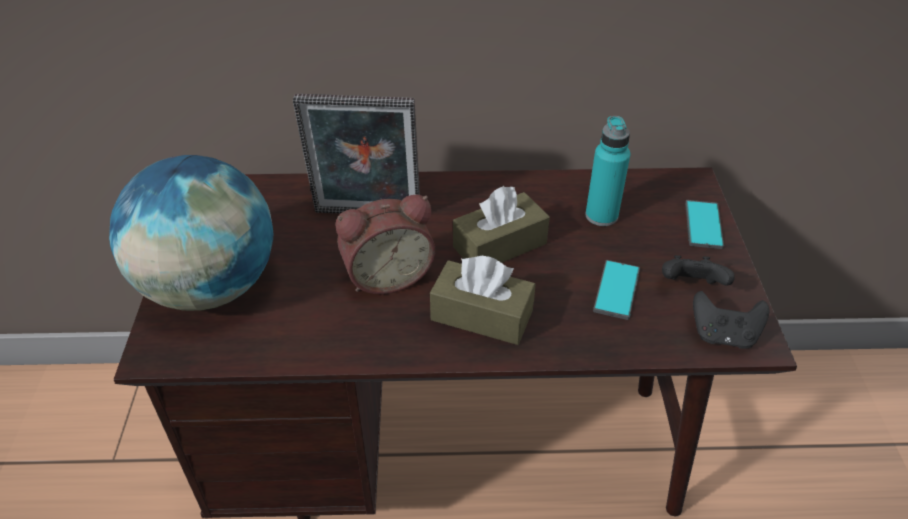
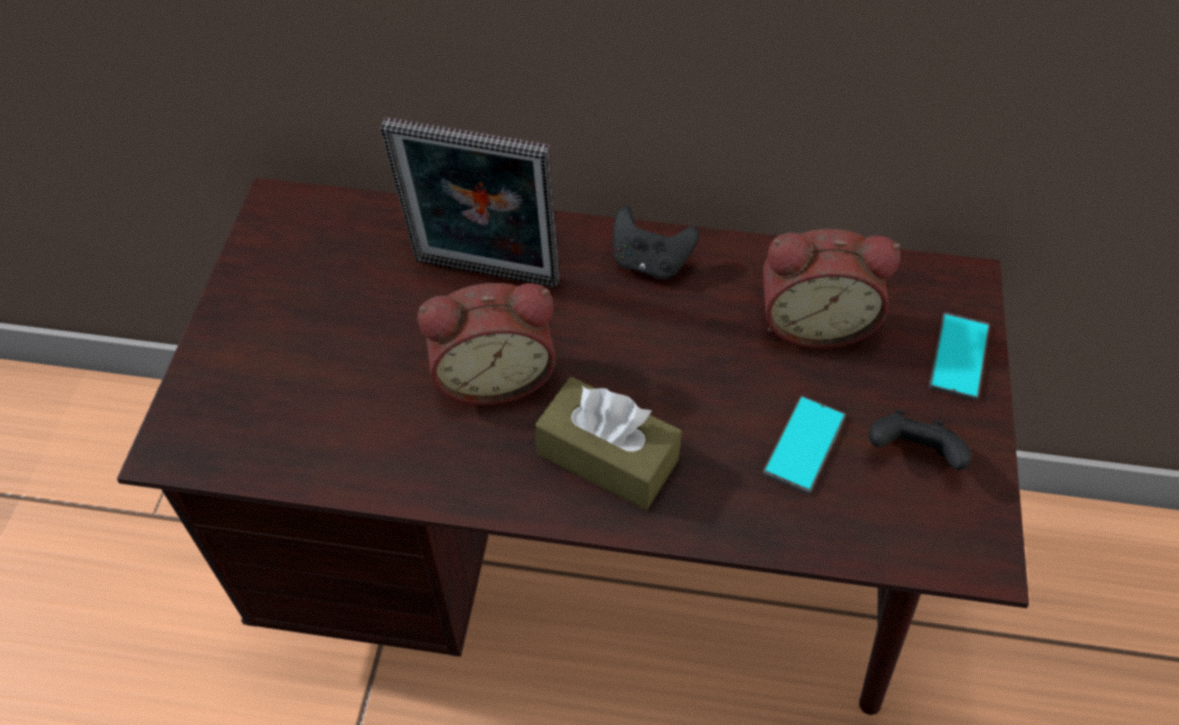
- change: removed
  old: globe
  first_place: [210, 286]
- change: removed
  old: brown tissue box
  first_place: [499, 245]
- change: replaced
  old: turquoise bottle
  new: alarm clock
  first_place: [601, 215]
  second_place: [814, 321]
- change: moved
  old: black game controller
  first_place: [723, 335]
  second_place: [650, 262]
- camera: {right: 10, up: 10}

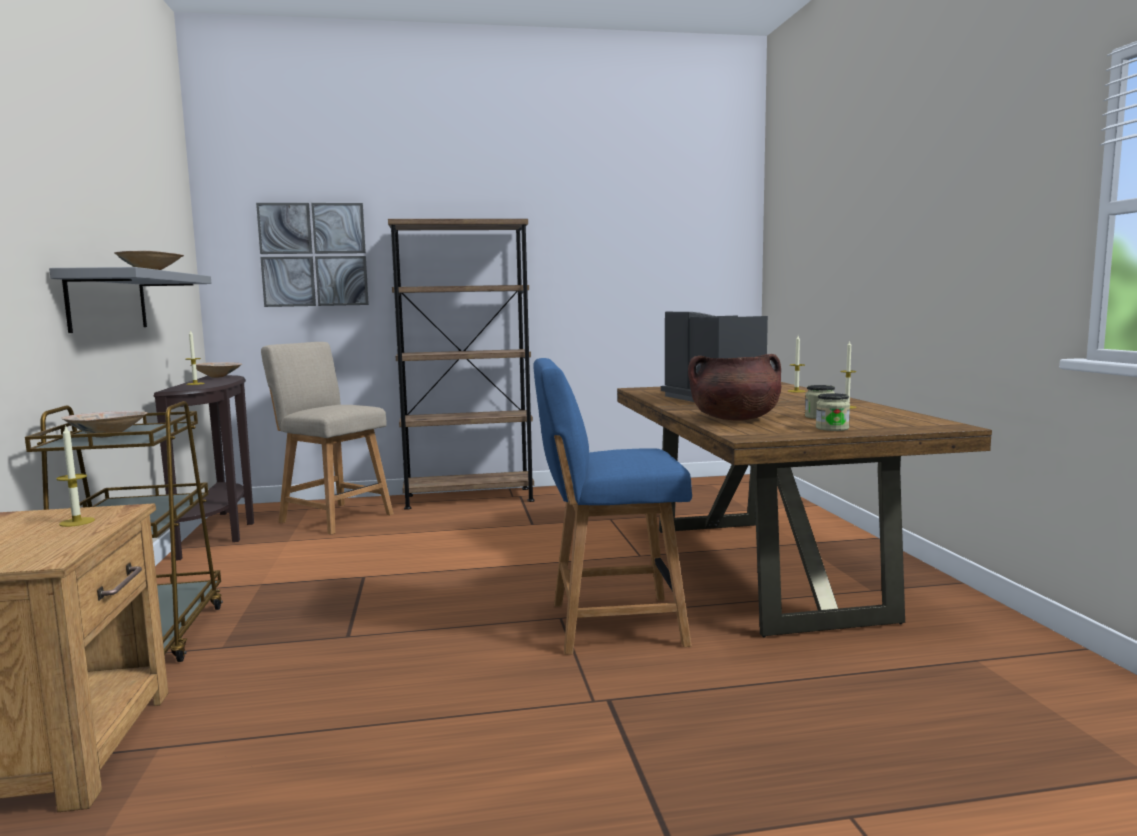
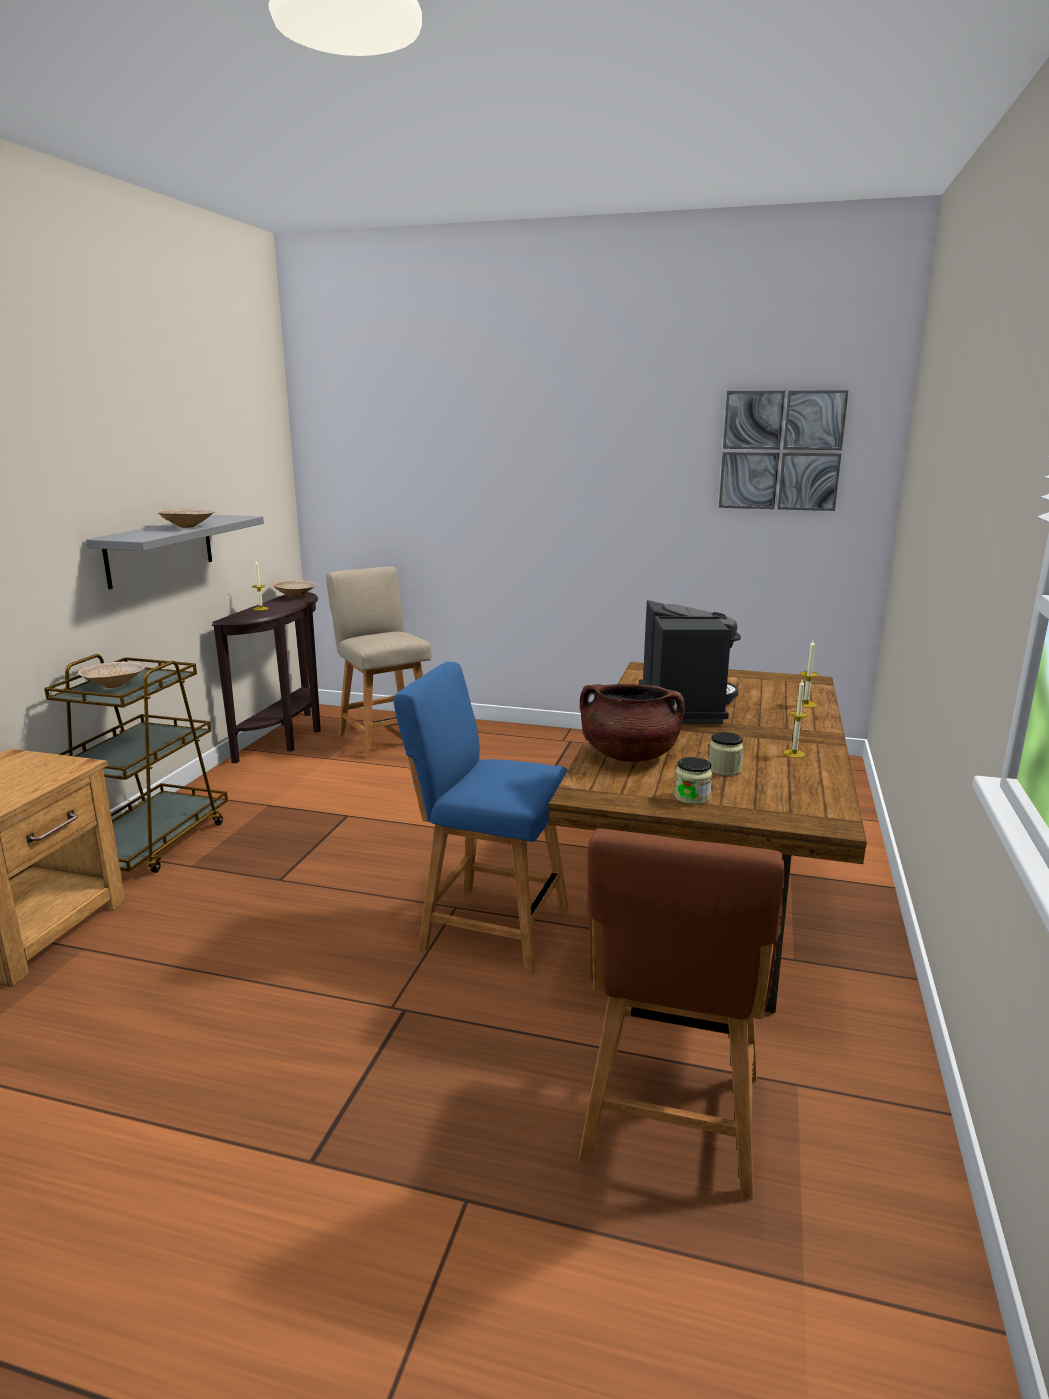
- change: removed
  old: candle
  first_place: [77, 522]
- change: moved
  old: picture
  first_place: [314, 255]
  second_place: [781, 450]
- change: removed
  old: brown bookcase
  first_place: [469, 498]
- change: added
  new: brown chair
  second_place: [671, 1124]
- camera: {right: 25, up: 10}

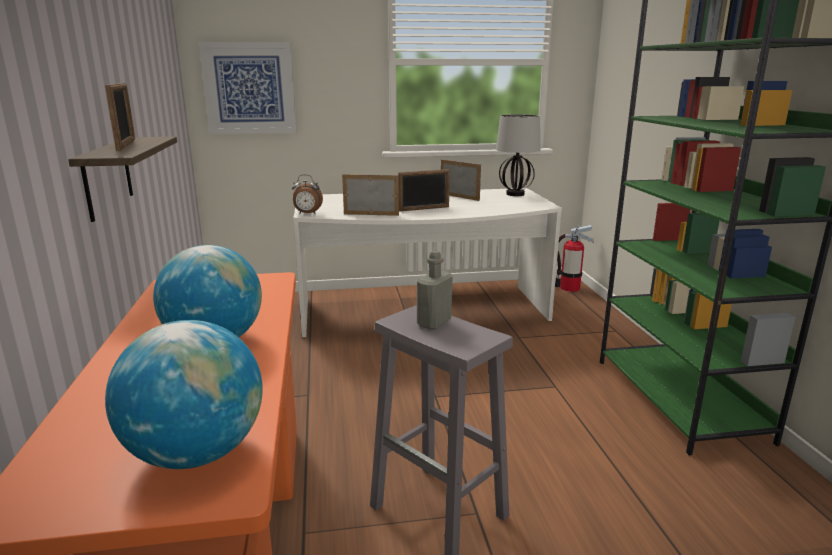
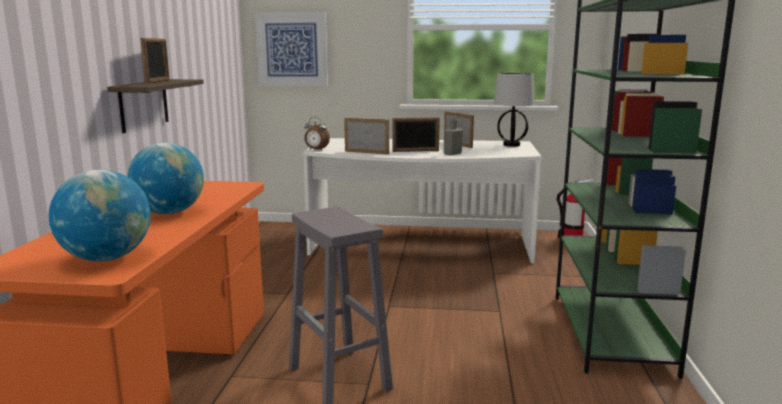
- change: moved
  old: grey bottle
  first_place: [434, 323]
  second_place: [452, 154]
- camera: {right: 15, up: -5}

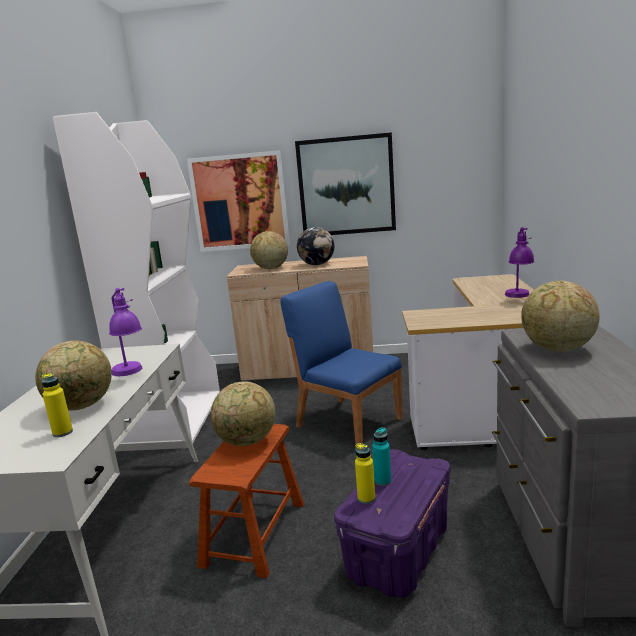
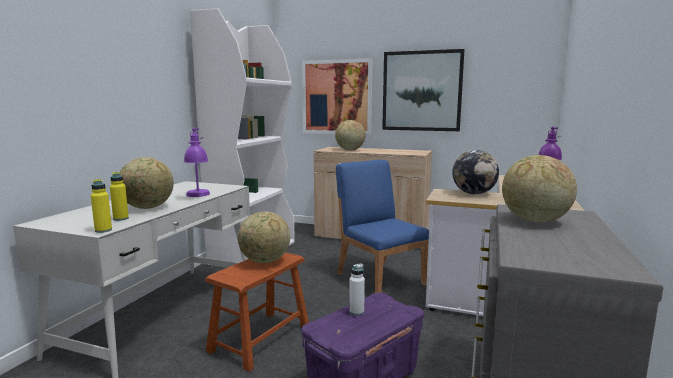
- change: moved
  old: globe
  first_place: [317, 264]
  second_place: [473, 194]
- change: moved
  old: yellow bottle
  first_place: [366, 498]
  second_place: [103, 230]
- change: recoloured
  old: turquoise bottle
  new: white bottle
  first_place: [382, 481]
  second_place: [356, 312]
- camera: {right: 15, up: -5}

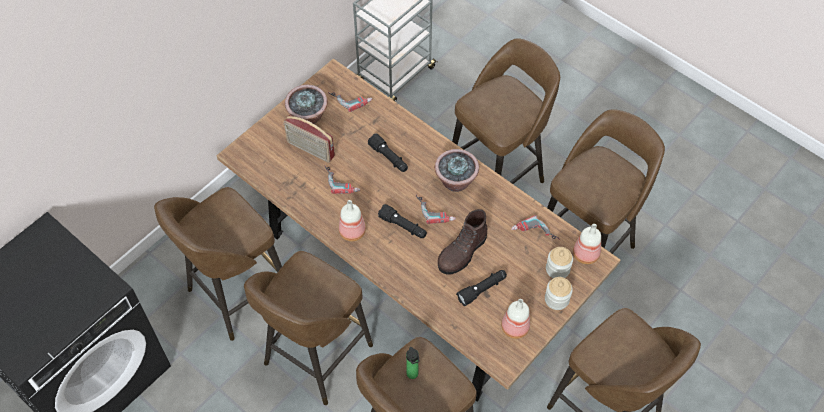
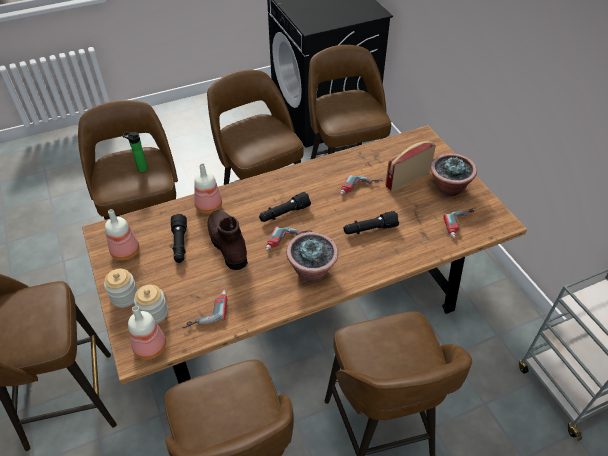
- change: moved
  old: bottle
  first_place: [353, 232]
  second_place: [208, 207]
- camera: {right: 115, up: -10}

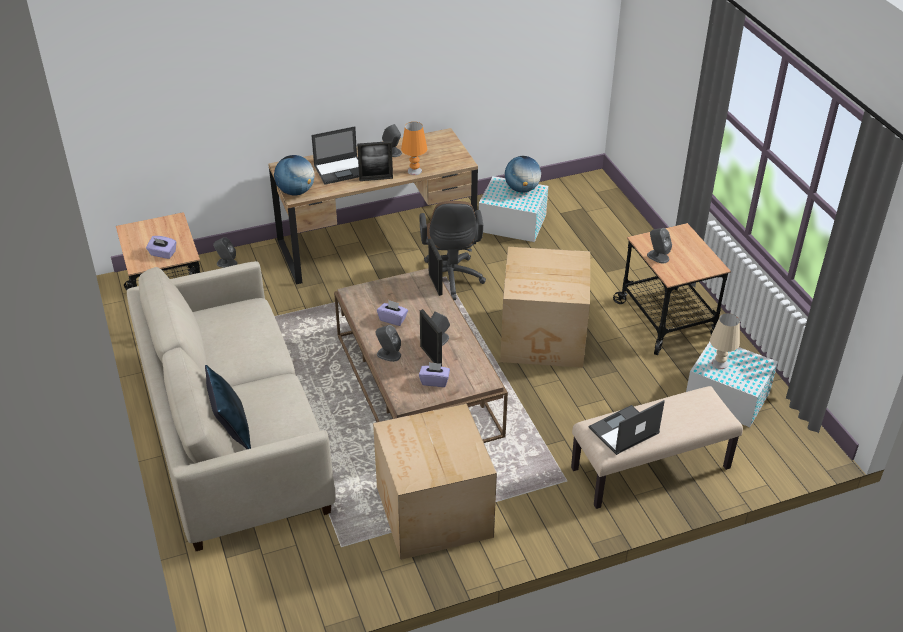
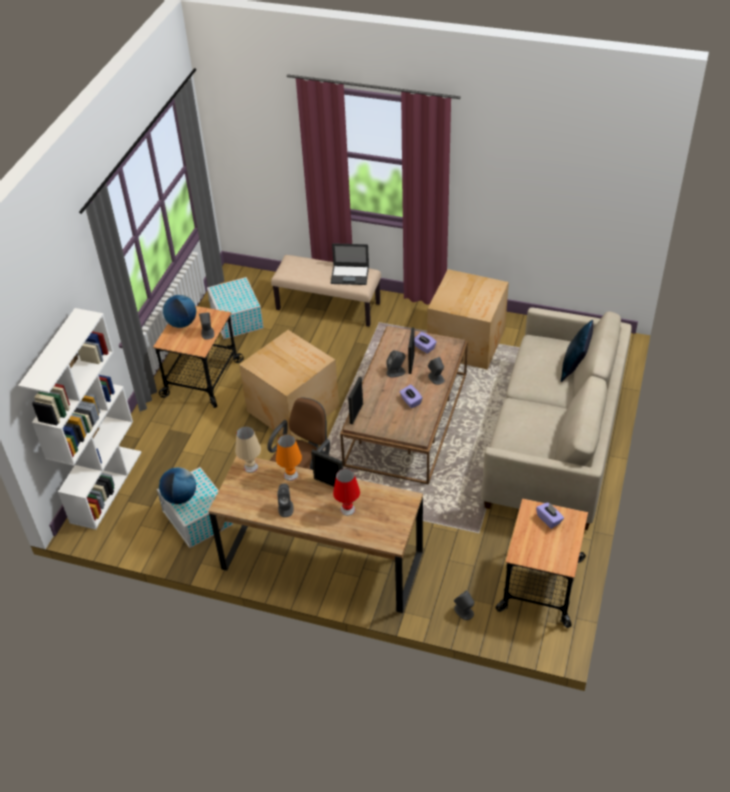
- change: moved
  old: globe
  first_place: [296, 191]
  second_place: [182, 323]
- change: replaced
  old: laptop
  new: red table lamp
  first_place: [341, 170]
  second_place: [347, 509]
- change: moved
  old: beige table lamp
  first_place: [720, 363]
  second_place: [251, 467]
- change: added
  new: white bookcase
  second_place: [106, 486]
- camera: {right: -140, up: 5}

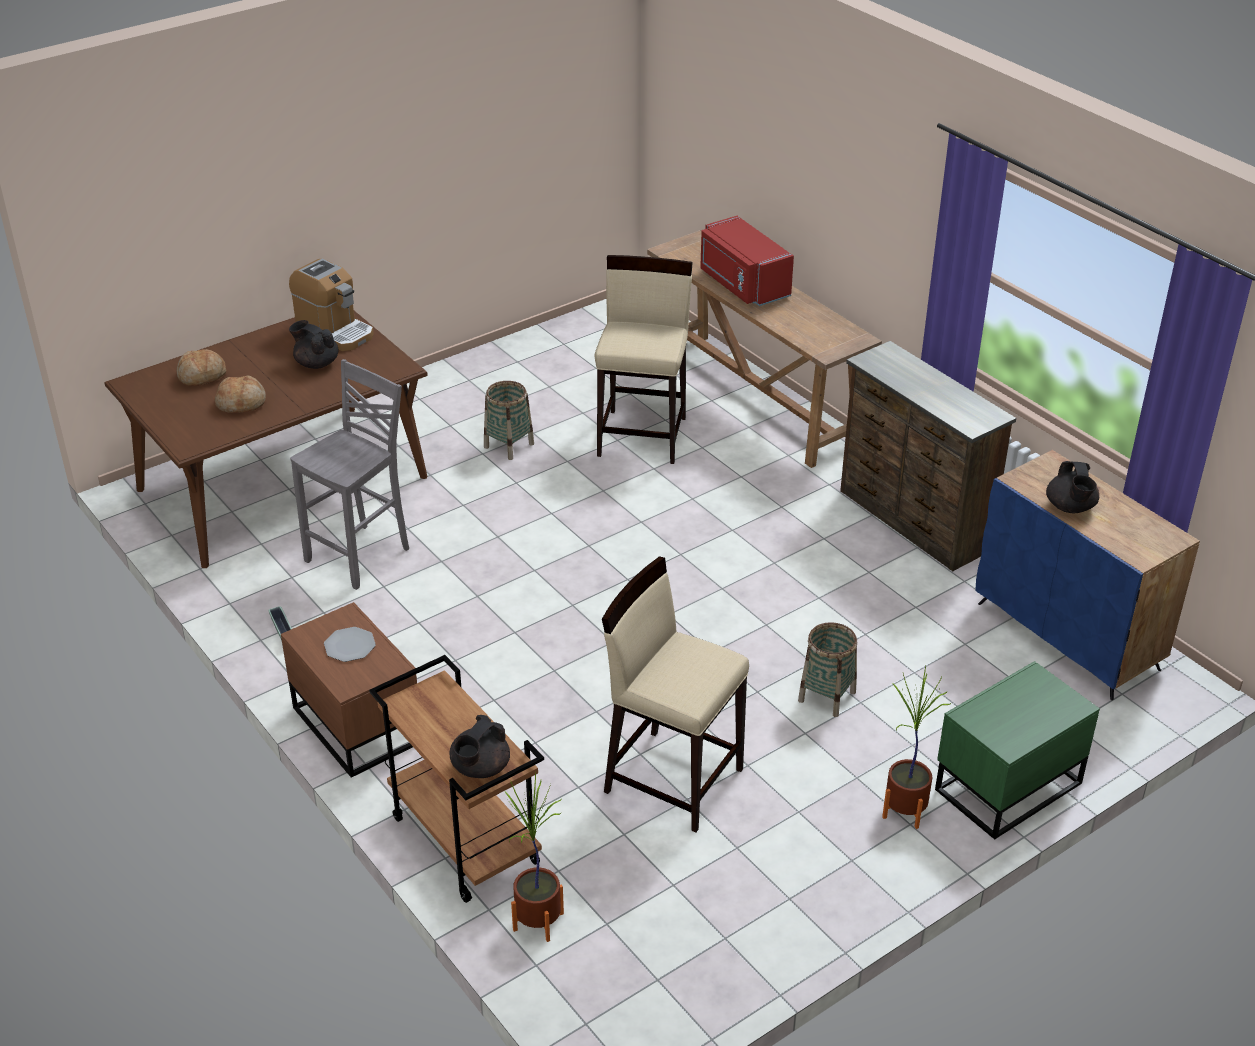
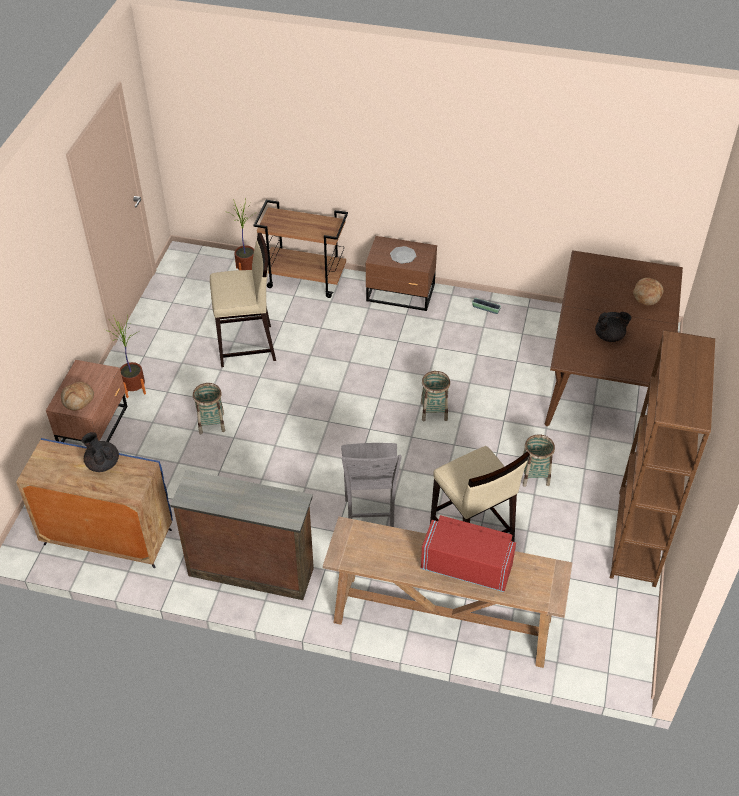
- change: moved
  old: bread
  first_place: [241, 403]
  second_place: [78, 400]
- change: removed
  old: coffee machine
  first_place: [335, 331]
- change: moved
  old: grey stool
  first_place: [361, 555]
  second_place: [370, 522]
- change: removed
  old: black teapot
  first_place: [480, 768]
- change: recoloured
  old: green nightstand
  new: brown nightstand
  first_place: [1004, 786]
  second_place: [95, 426]
- change: added
  new: basket
  second_place: [434, 411]
- change: added
  new: brown bookcase
  second_place: [637, 538]
- camera: {right: 140, up: 10}

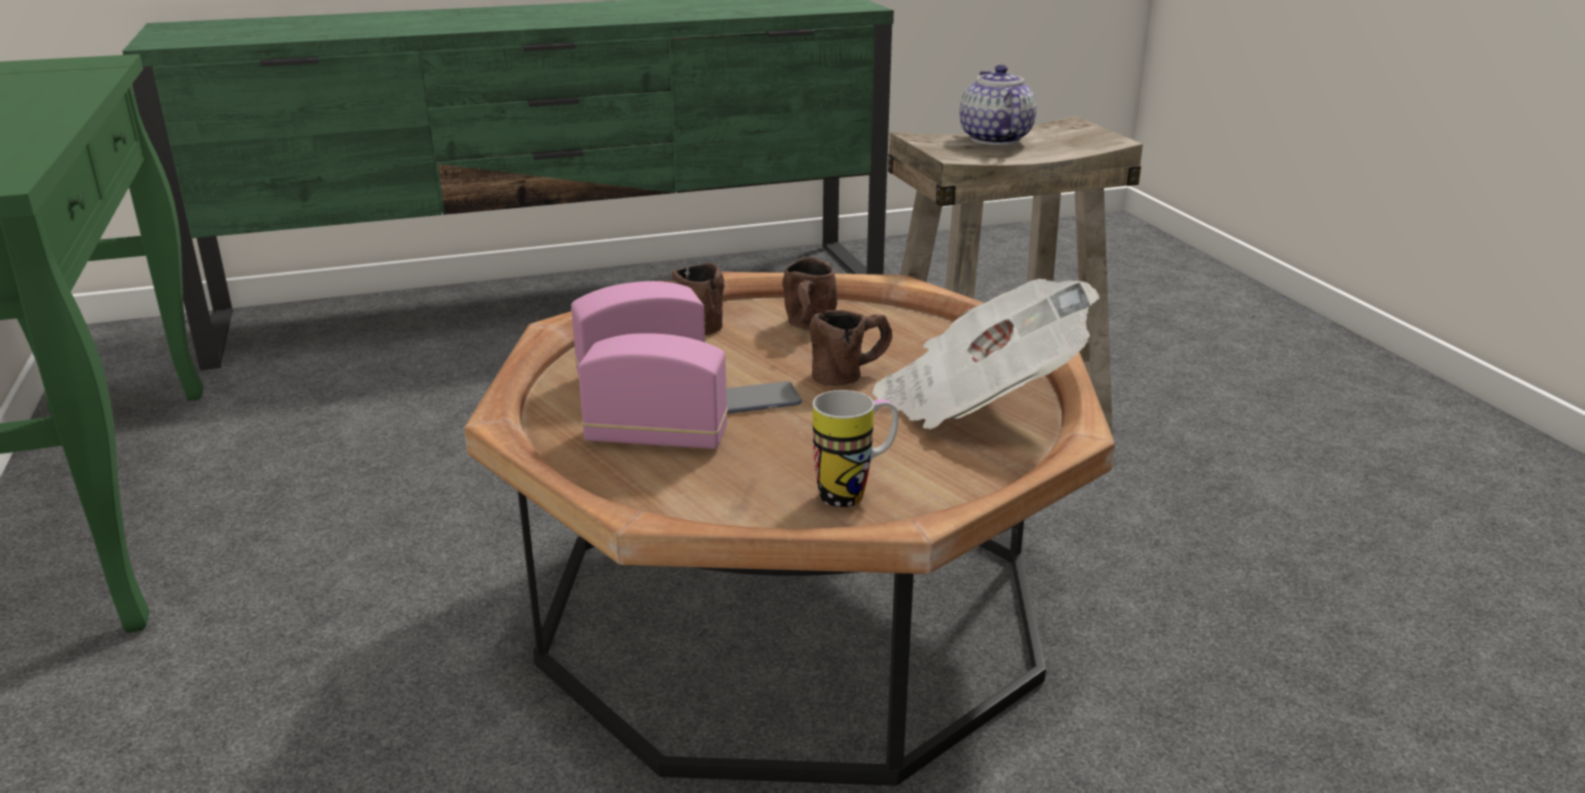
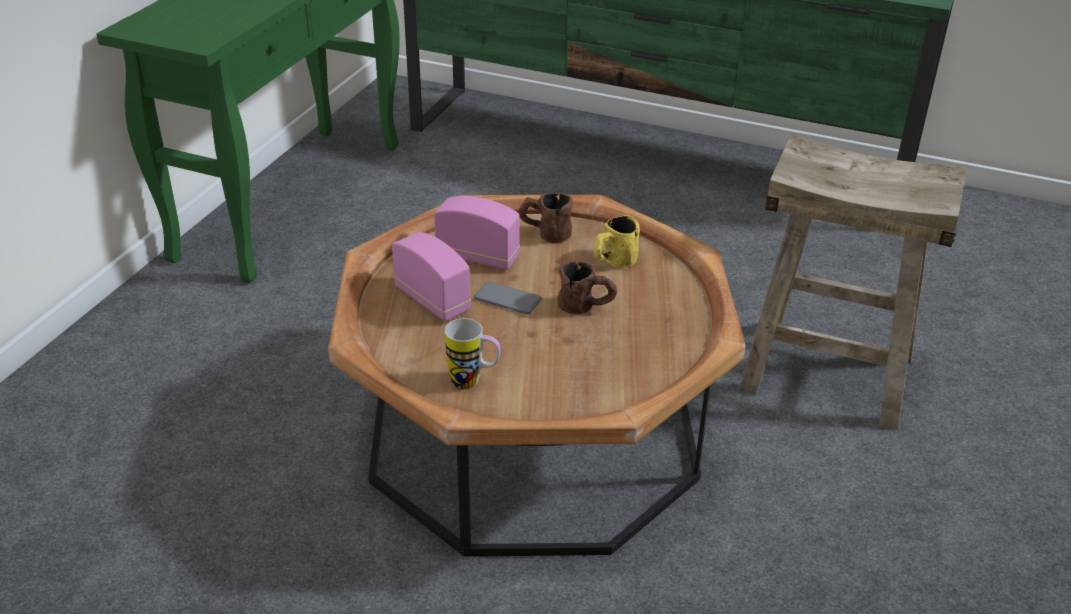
- change: recoloured
  old: brown mug
  new: yellow mug
  first_place: [808, 328]
  second_place: [613, 263]
- change: removed
  old: newspaper
  first_place: [977, 402]
- change: removed
  old: teapot
  first_place: [994, 139]
- camera: {right: 40, up: 10}

